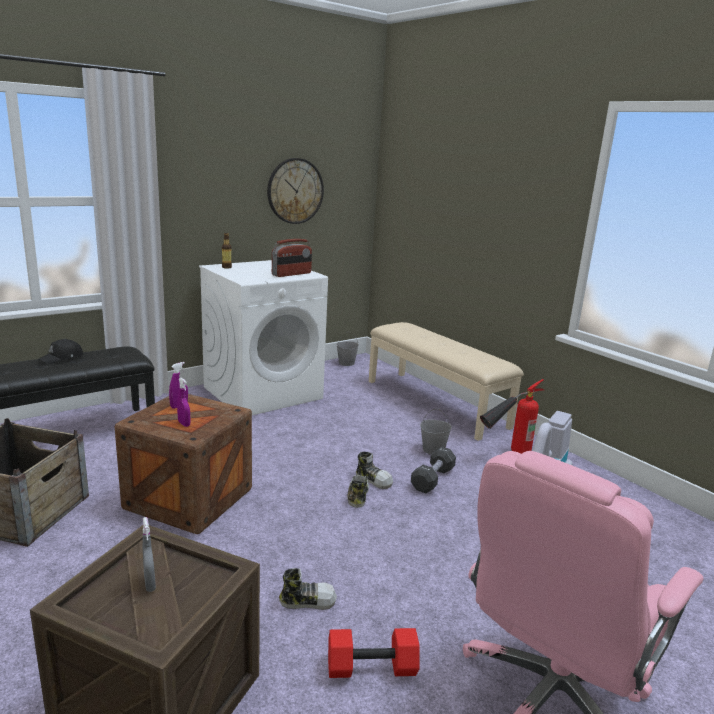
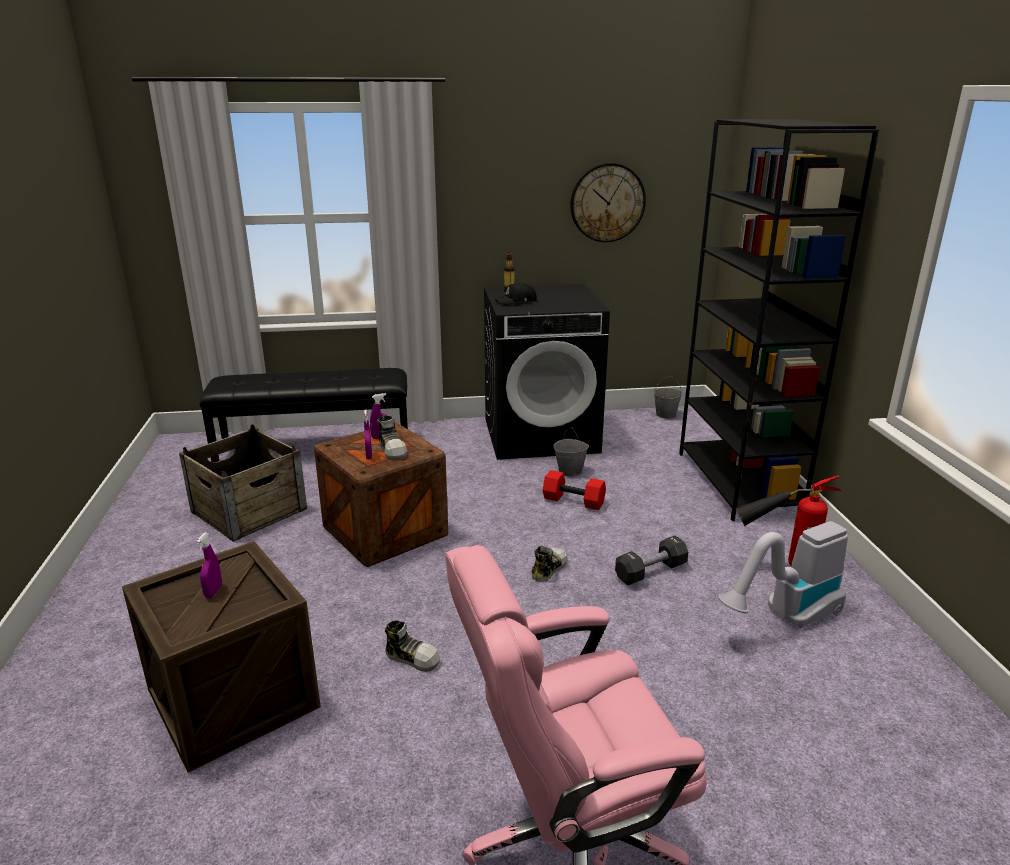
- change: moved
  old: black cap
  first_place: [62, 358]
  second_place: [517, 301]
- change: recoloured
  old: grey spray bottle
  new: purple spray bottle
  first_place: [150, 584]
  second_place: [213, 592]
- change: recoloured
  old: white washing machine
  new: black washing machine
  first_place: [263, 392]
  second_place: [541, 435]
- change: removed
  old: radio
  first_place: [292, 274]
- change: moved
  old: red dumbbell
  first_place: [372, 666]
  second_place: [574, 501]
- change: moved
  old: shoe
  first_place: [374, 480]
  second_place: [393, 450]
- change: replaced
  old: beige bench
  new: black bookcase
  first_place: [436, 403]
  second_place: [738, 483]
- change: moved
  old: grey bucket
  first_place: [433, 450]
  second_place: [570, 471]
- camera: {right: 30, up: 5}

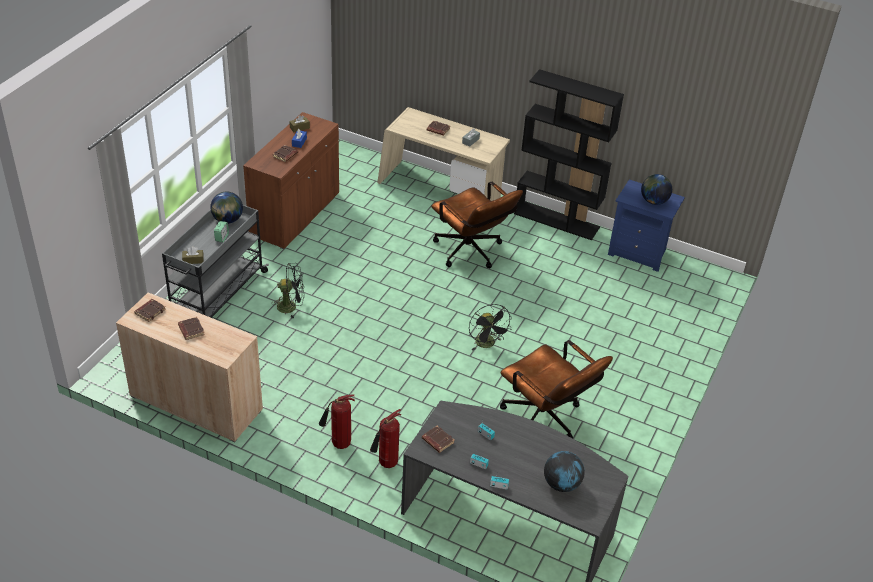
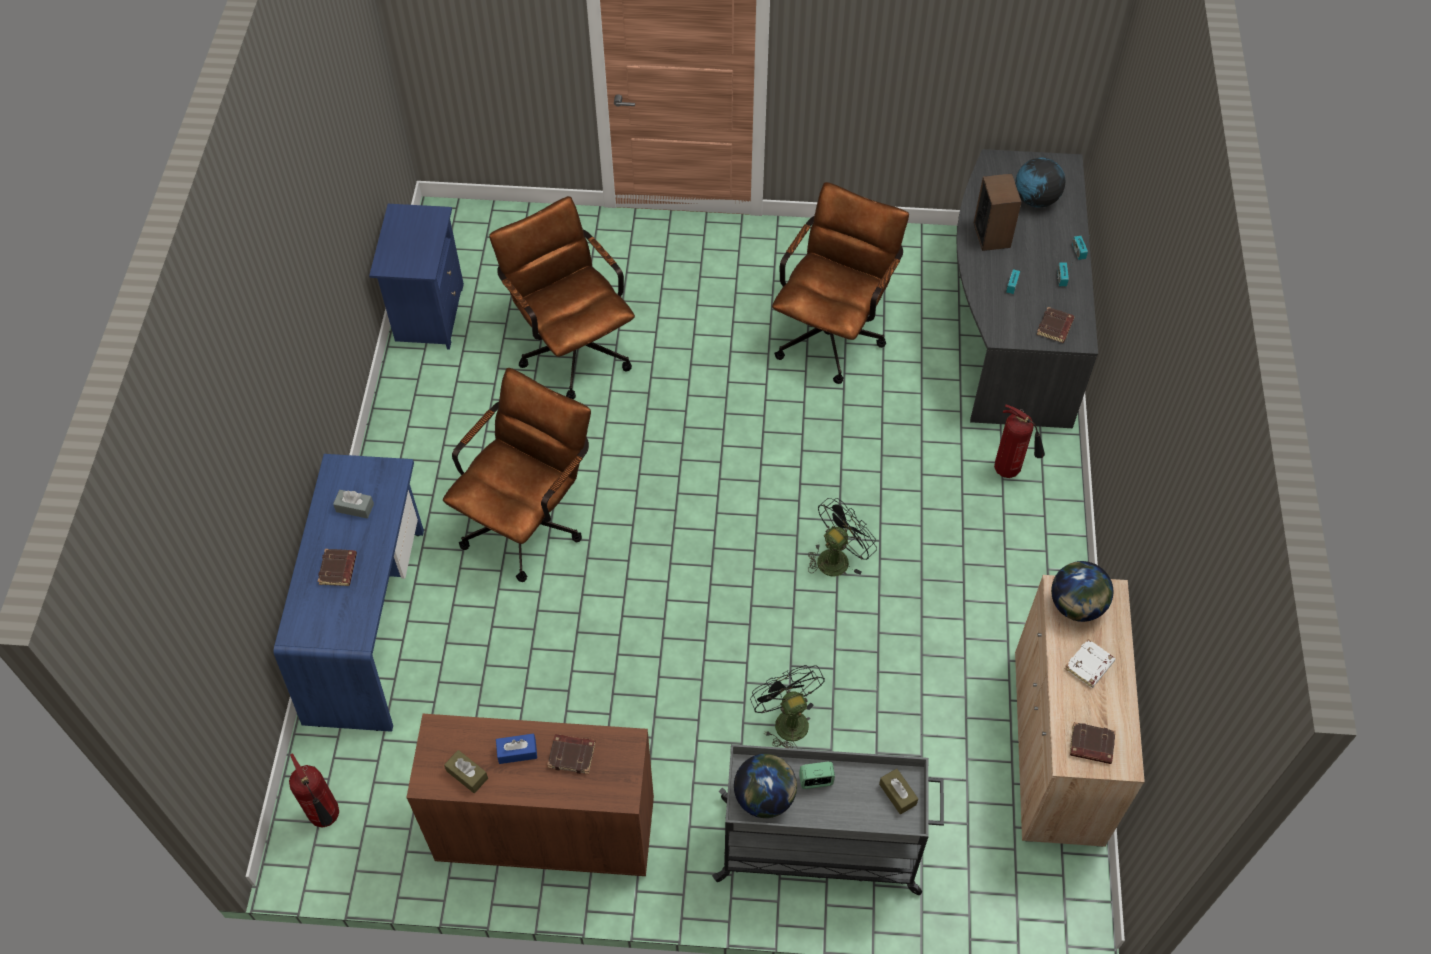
- change: recoloured
  old: brown book
  new: white book
  first_place: [191, 330]
  second_place: [1089, 666]
- change: moved
  old: fire extinguisher
  first_place: [338, 444]
  second_place: [327, 818]
- change: recoloured
  old: beige desk
  new: blue desk
  first_place: [440, 190]
  second_place: [370, 624]
- change: moved
  old: black fan
  first_place: [487, 344]
  second_place: [837, 557]
- change: removed
  old: black bookcase
  first_place: [557, 220]
- change: moved
  old: globe
  first_place: [653, 201]
  second_place: [1076, 606]
- change: added
  new: brown office chair
  second_place: [571, 346]
- change: added
  new: speaker
  second_place: [992, 235]
- camera: {right: -110, up: 15}

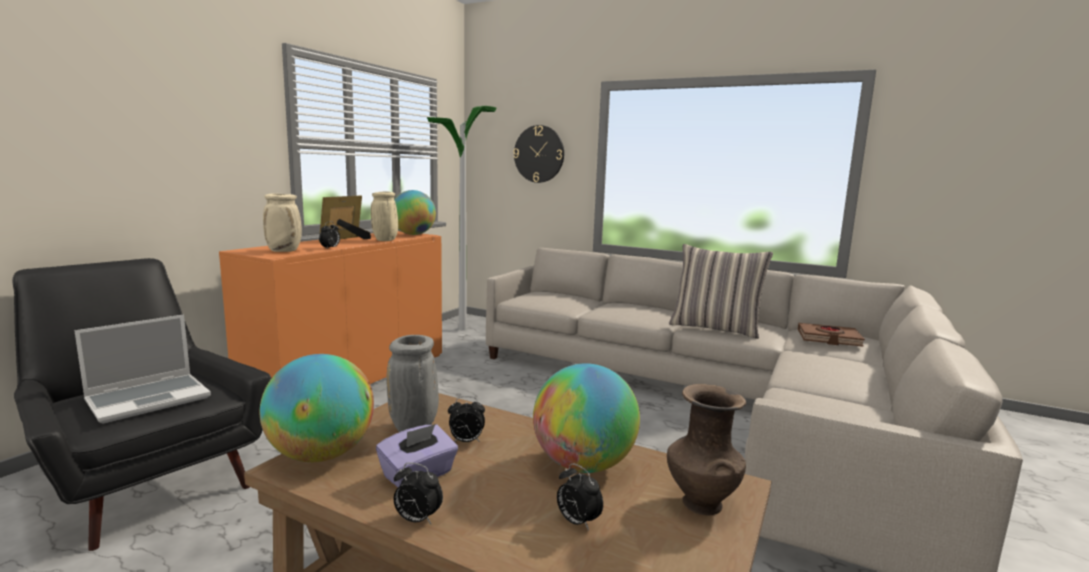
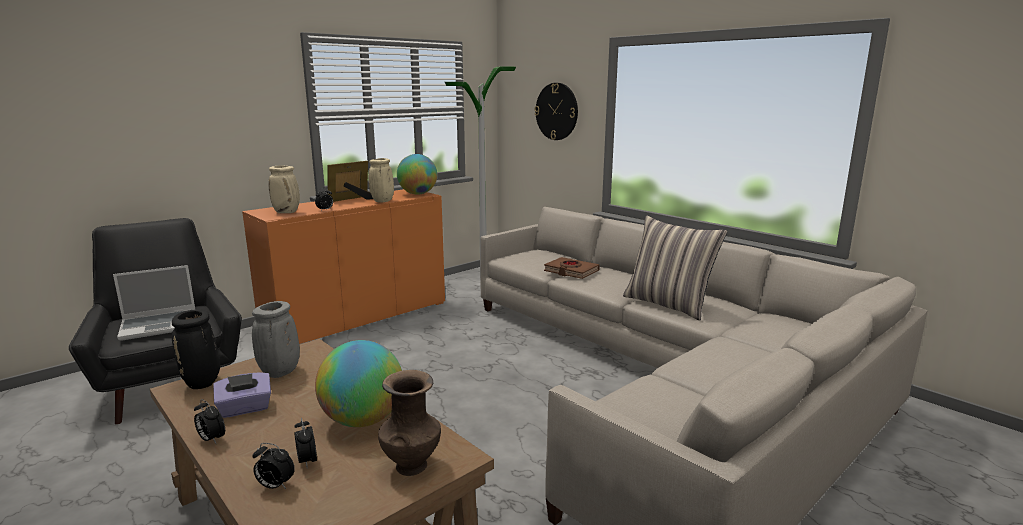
- change: replaced
  old: globe
  new: black vase
  first_place: [321, 455]
  second_place: [203, 384]
- change: moved
  old: alarm clock
  first_place: [466, 441]
  second_place: [275, 486]
- change: moved
  old: brown book
  first_place: [828, 339]
  second_place: [571, 271]
- camera: {right: 20, up: 5}

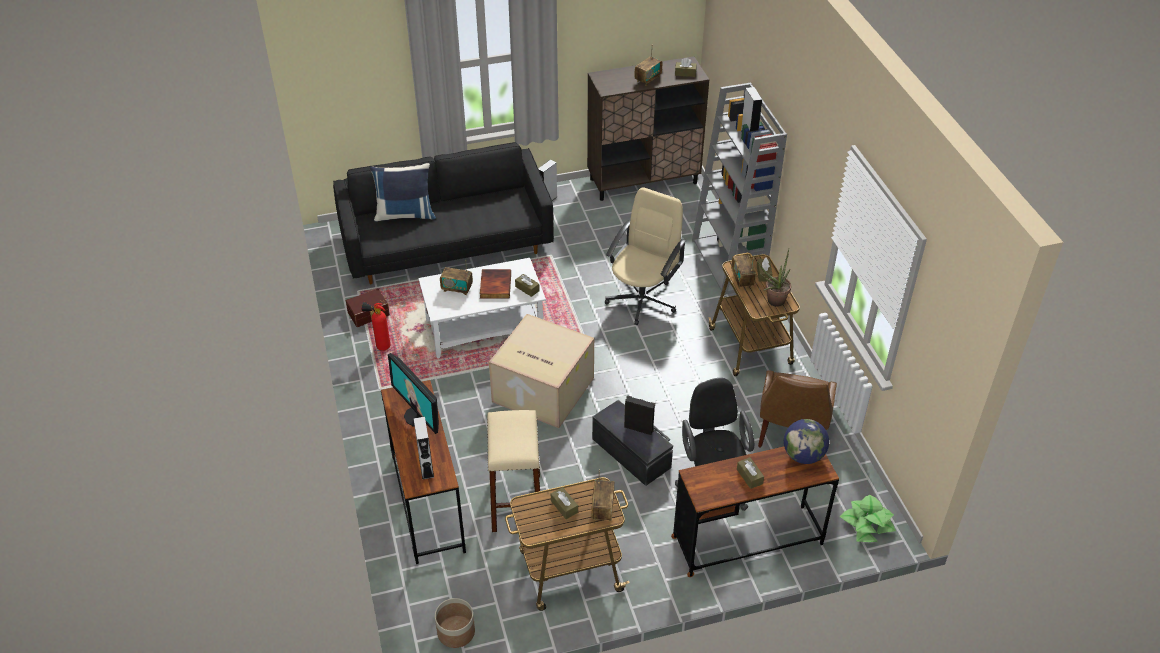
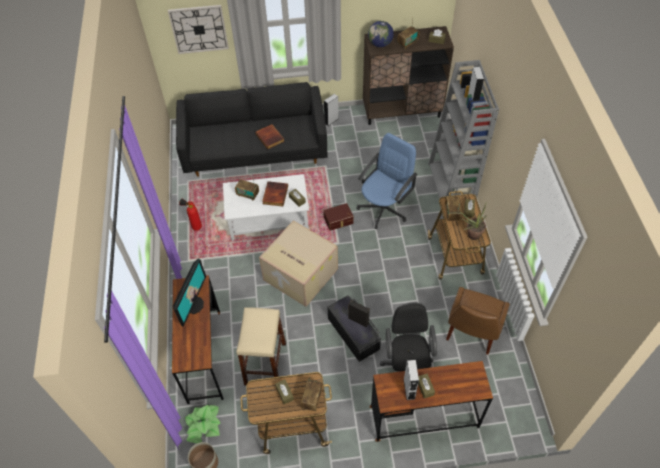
- change: moved
  old: brown storage box
  first_place: [369, 314]
  second_place: [338, 221]
- change: removed
  old: blue pillow
  first_place: [405, 214]
- change: turned
  old: monitor
  first_place: [418, 416]
  second_place: [194, 305]
  degrees: -135
- change: moved
  old: grey speaker
  first_place: [426, 467]
  second_place: [409, 389]
- change: recoloured
  old: beige office chair
  new: blue office chair
  first_place: [642, 299]
  second_place: [384, 208]
- change: moved
  old: globe
  first_place: [803, 455]
  second_place: [380, 44]
- change: moved
  old: potted plant
  first_place: [867, 524]
  second_place: [203, 425]
- change: added
  new: wall clock
  second_place: [199, 29]
- change: added
  new: book
  second_place: [270, 137]
- camera: {right: 10, up: 10}

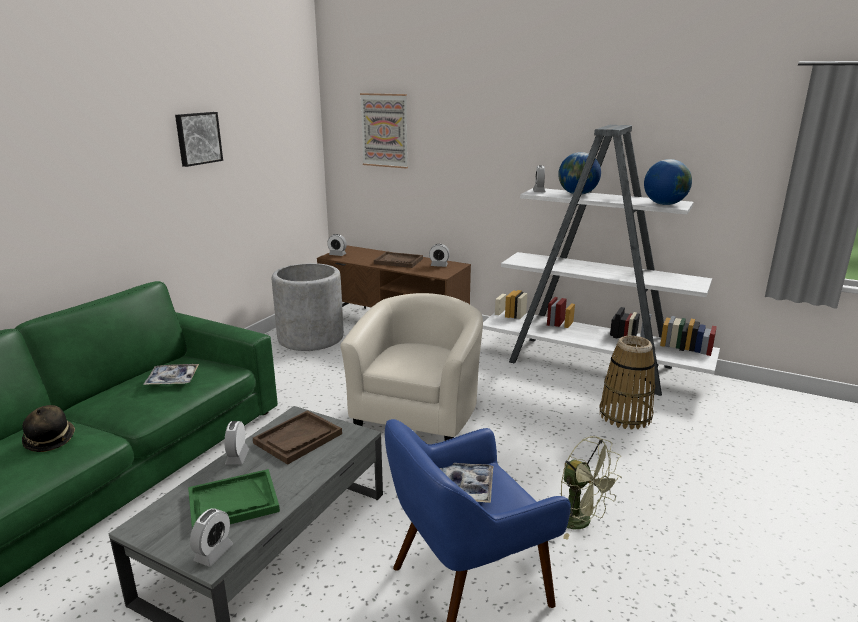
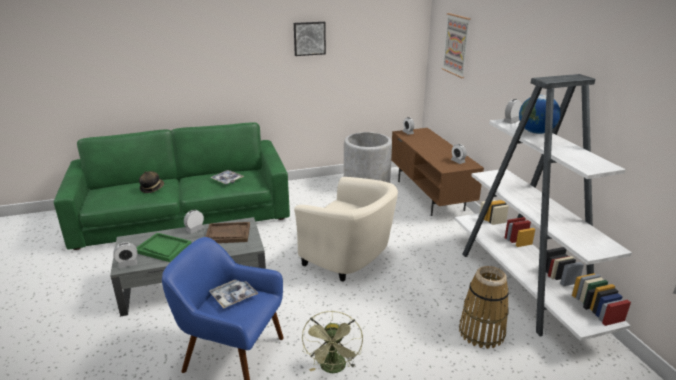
- change: turned
  old: beige armchair
  first_place: [419, 416]
  second_place: [349, 259]
  degrees: 60
- change: removed
  old: brown tray
  first_place: [398, 261]
- change: removed
  old: globe
  first_place: [664, 204]
- camera: {right: 45, up: 5}

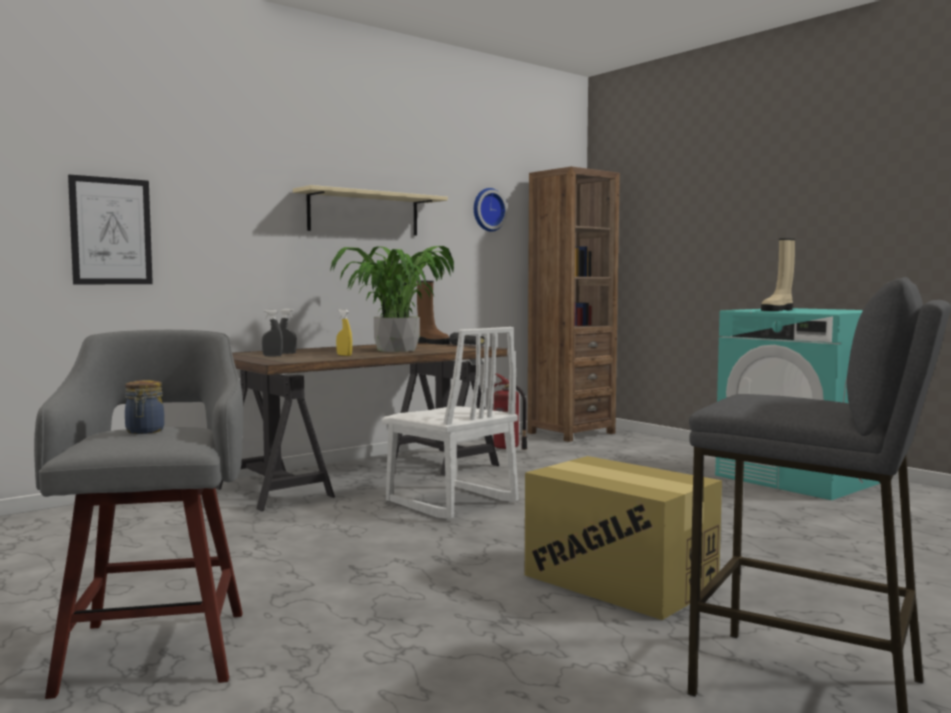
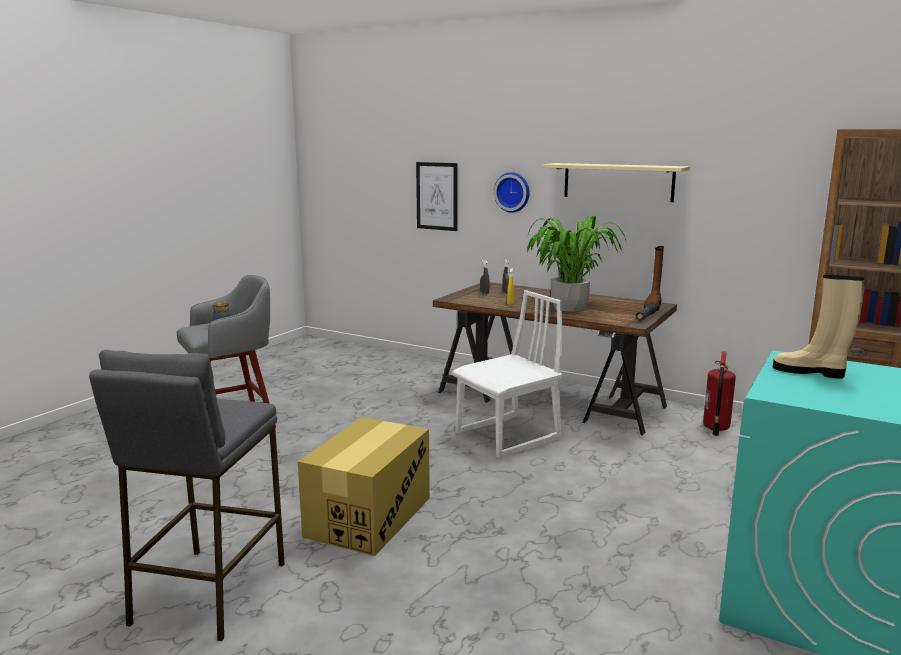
- change: turned
  old: white chair
  first_place: [450, 502]
  second_place: [508, 437]
  degrees: -150
- change: moved
  old: wall clock
  first_place: [487, 210]
  second_place: [513, 192]
- camera: {right: 70, up: 10}

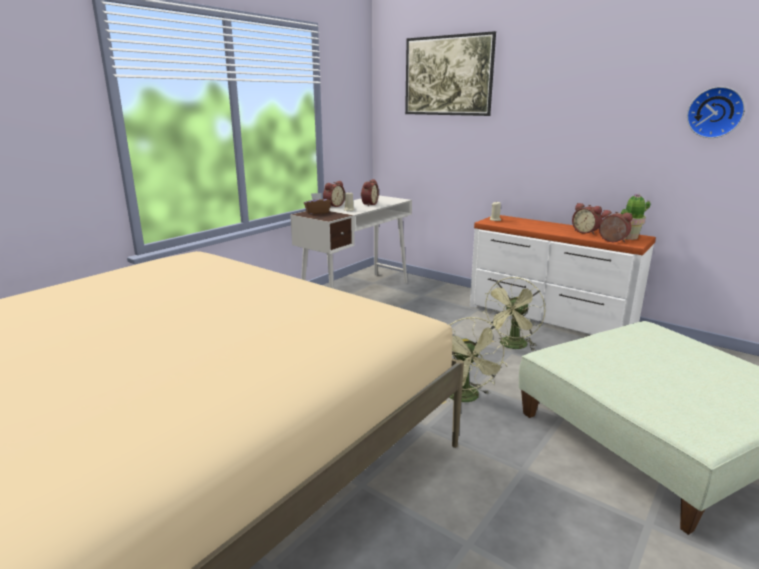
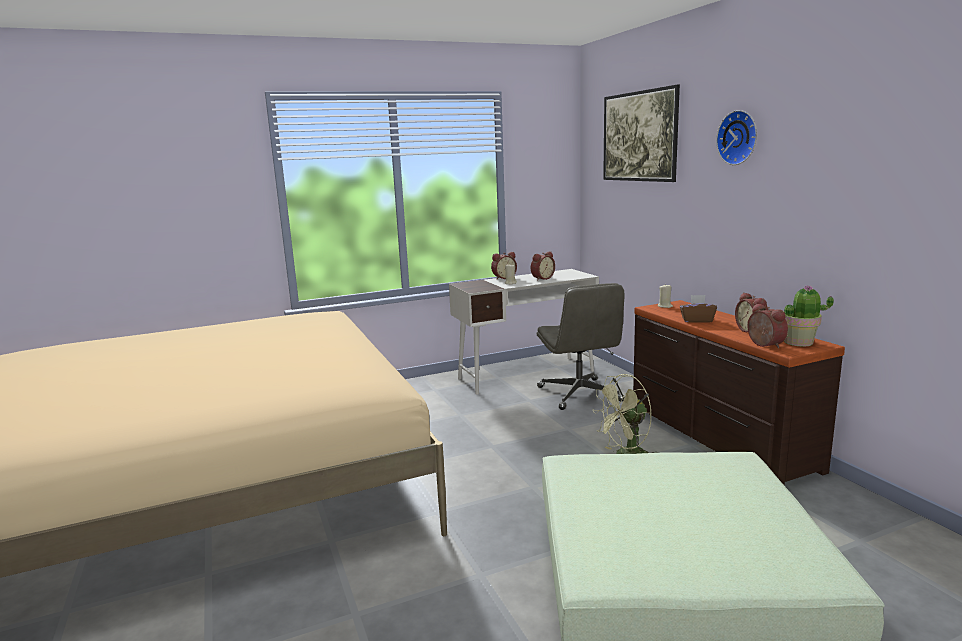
- change: moved
  old: brown tissue box
  first_place: [317, 212]
  second_place: [697, 320]
- change: removed
  old: green fan
  first_place: [467, 398]
- change: recoloured
  old: white dresser
  new: brown dresser
  first_place: [548, 317]
  second_place: [716, 437]
- change: moved
  old: wall clock
  first_place: [715, 112]
  second_place: [739, 137]
- change: added
  new: grey office chair
  second_place: [580, 394]
- camera: {right: 30, up: -5}

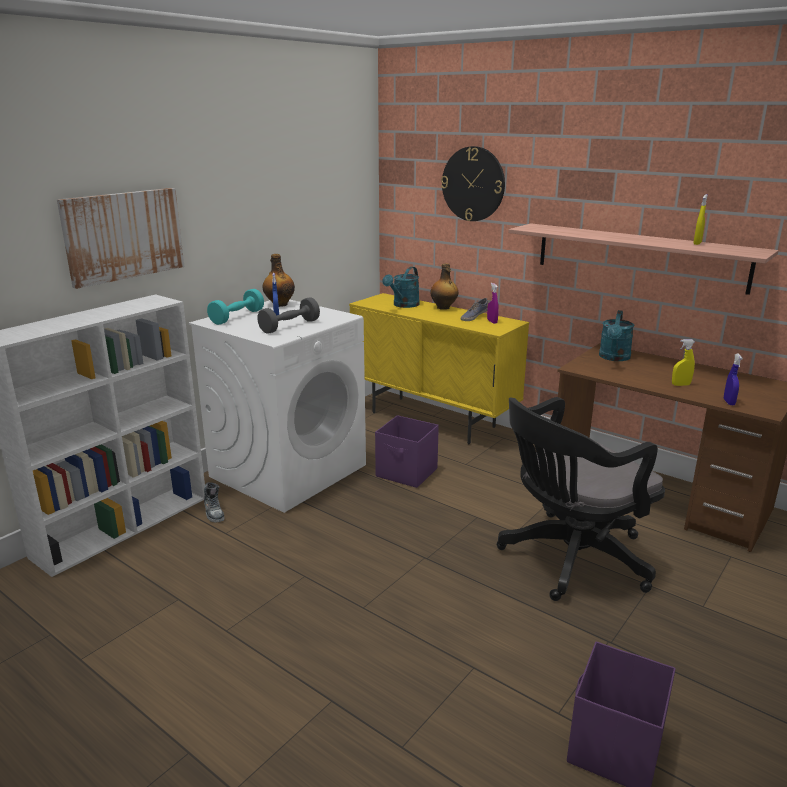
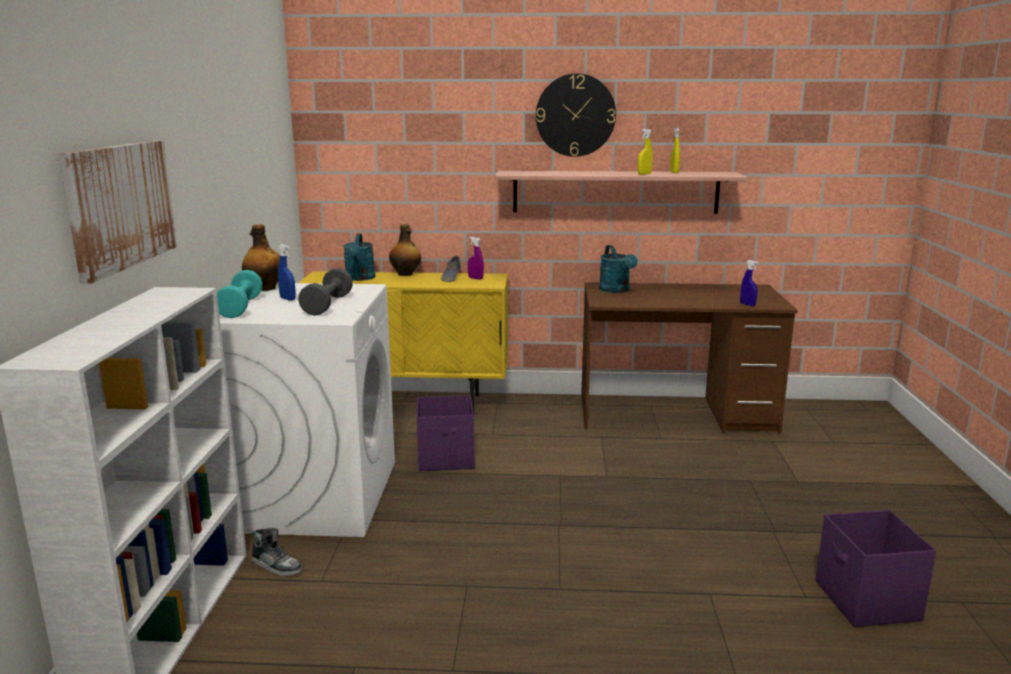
- change: moved
  old: wall clock
  first_place: [473, 184]
  second_place: [575, 115]
- change: removed
  old: black office chair
  first_place: [569, 559]
- change: moved
  old: yellow spray bottle
  first_place: [680, 385]
  second_place: [644, 174]
- camera: {right: -35, up: -5}

